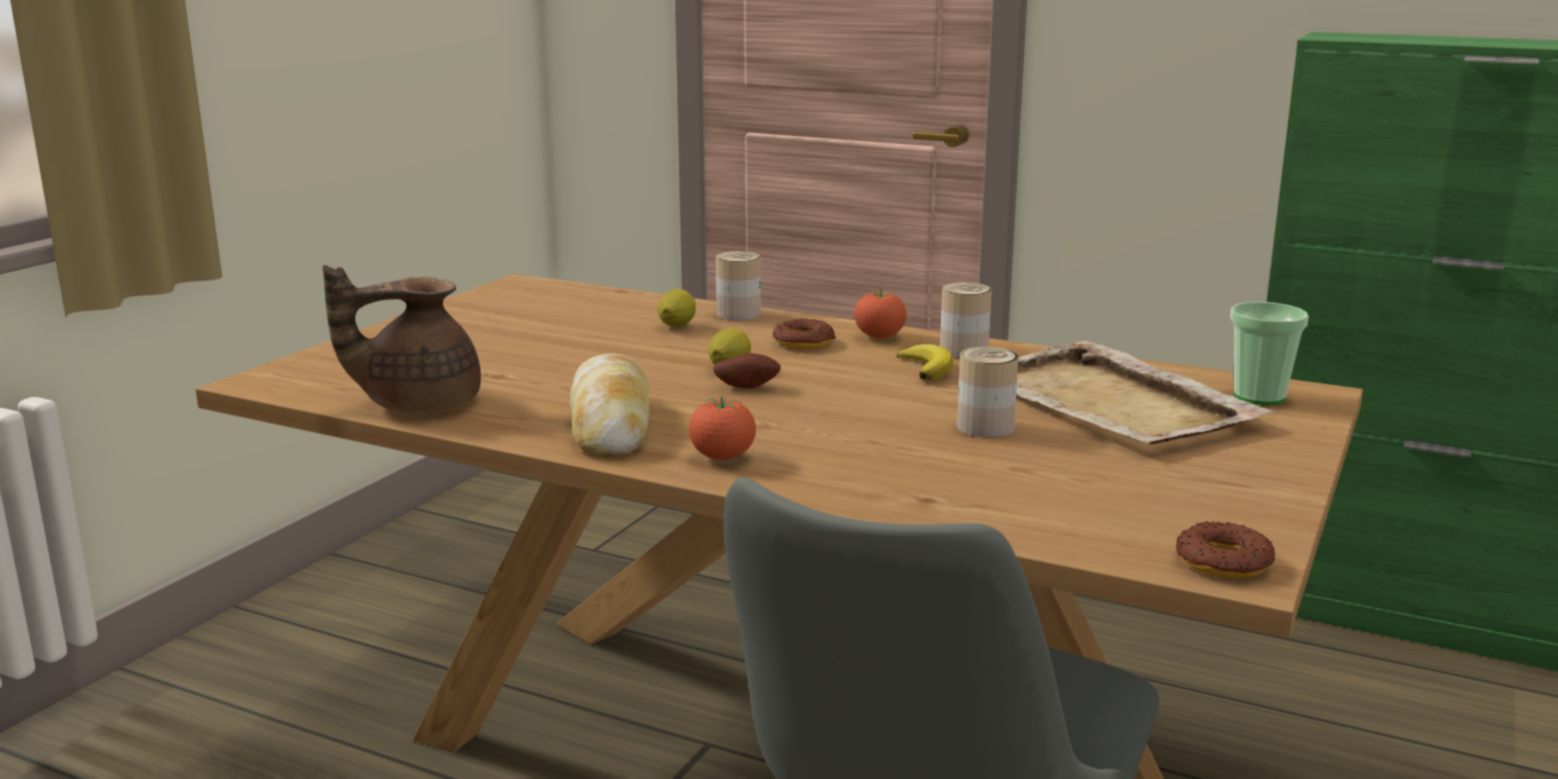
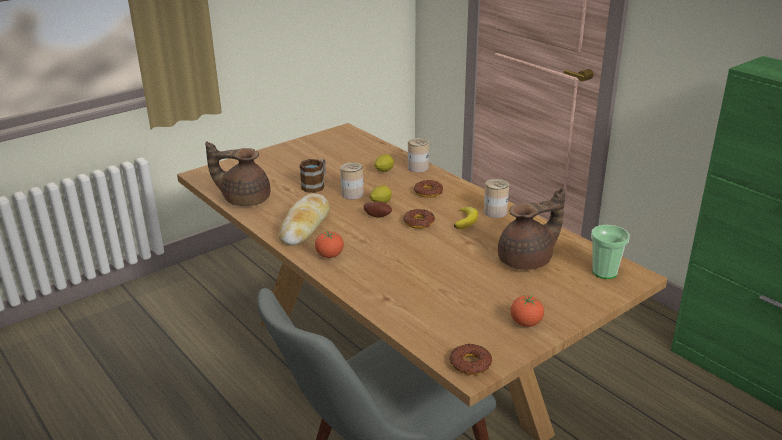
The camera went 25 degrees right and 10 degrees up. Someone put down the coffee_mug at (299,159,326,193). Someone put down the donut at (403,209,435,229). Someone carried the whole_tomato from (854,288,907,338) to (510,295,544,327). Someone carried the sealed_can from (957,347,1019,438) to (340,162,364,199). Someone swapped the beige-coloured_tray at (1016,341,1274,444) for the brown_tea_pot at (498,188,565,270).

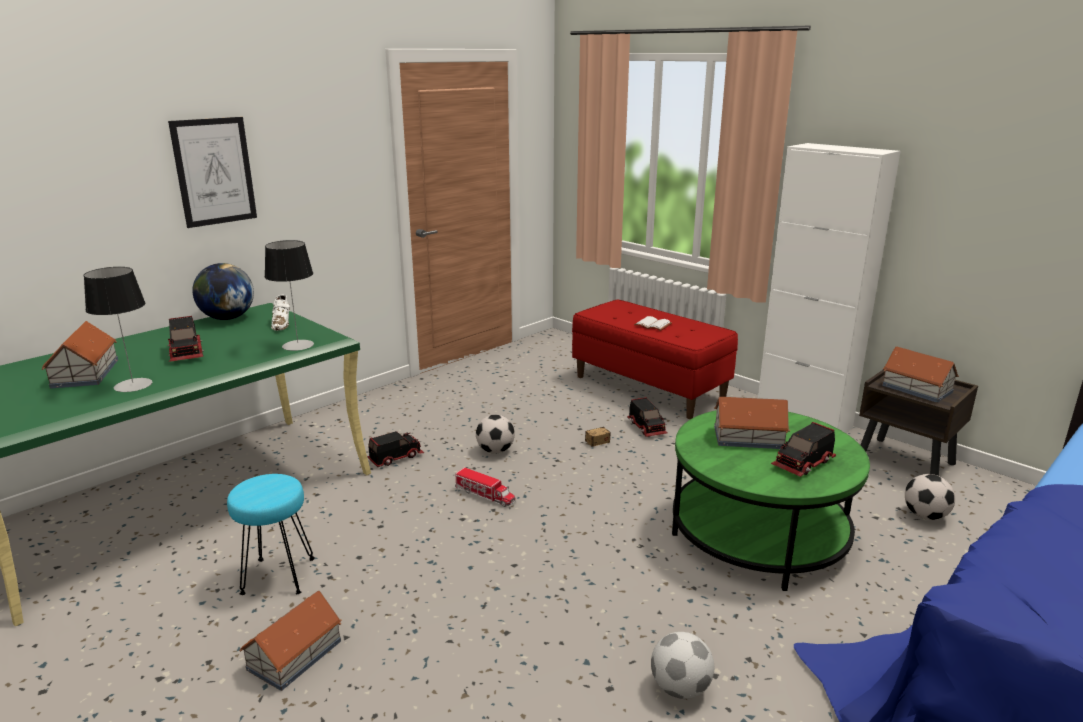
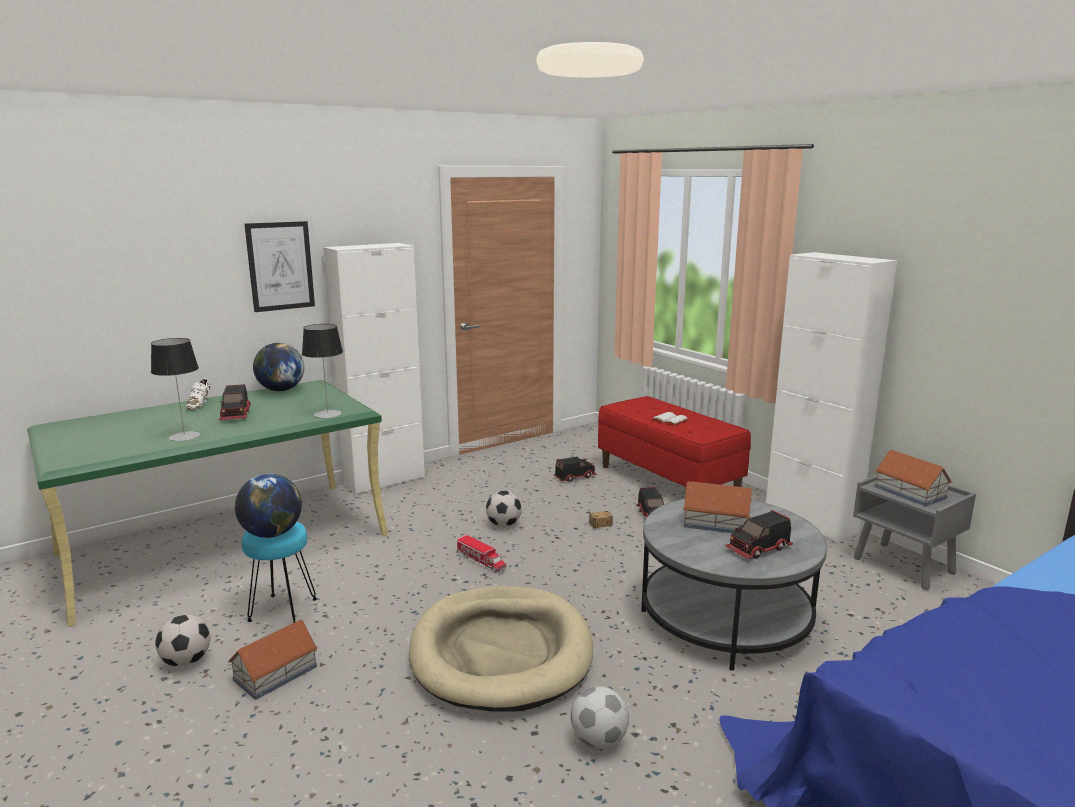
The camera went 10 degrees right and 5 degrees down. Someone took away the model_house at (42,321,118,389). Someone put down the desk_globe at (235,474,302,538). Someone put down the white_cabinet at (323,243,425,495). Someone put down the beige-coloured_dog_bed at (409,586,593,712). Someone carried the white_item_of_footwear from (271,295,290,331) to (186,379,210,410). Someone carried the toy_lorry from (367,431,424,467) to (554,456,597,482). Someone carried the football from (905,474,955,520) to (155,615,210,667). Someone repainted the green-coloured_low_table at (672,410,870,591), which became the gray_low_table at (641,499,827,670). Someone repainted the brown_night_table at (859,370,978,476), which became the gray_night_table at (853,475,976,590).

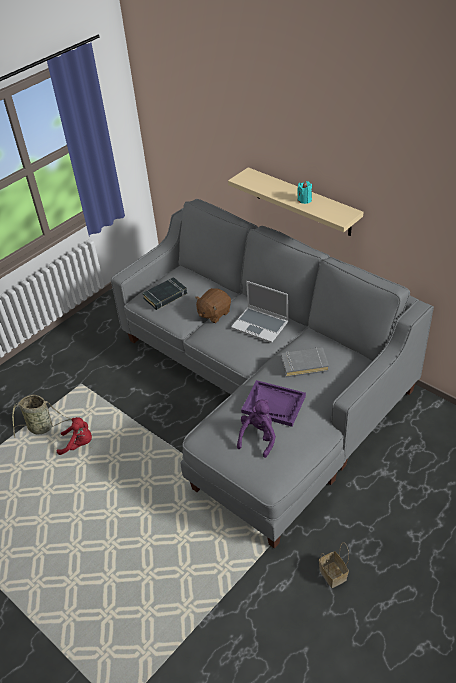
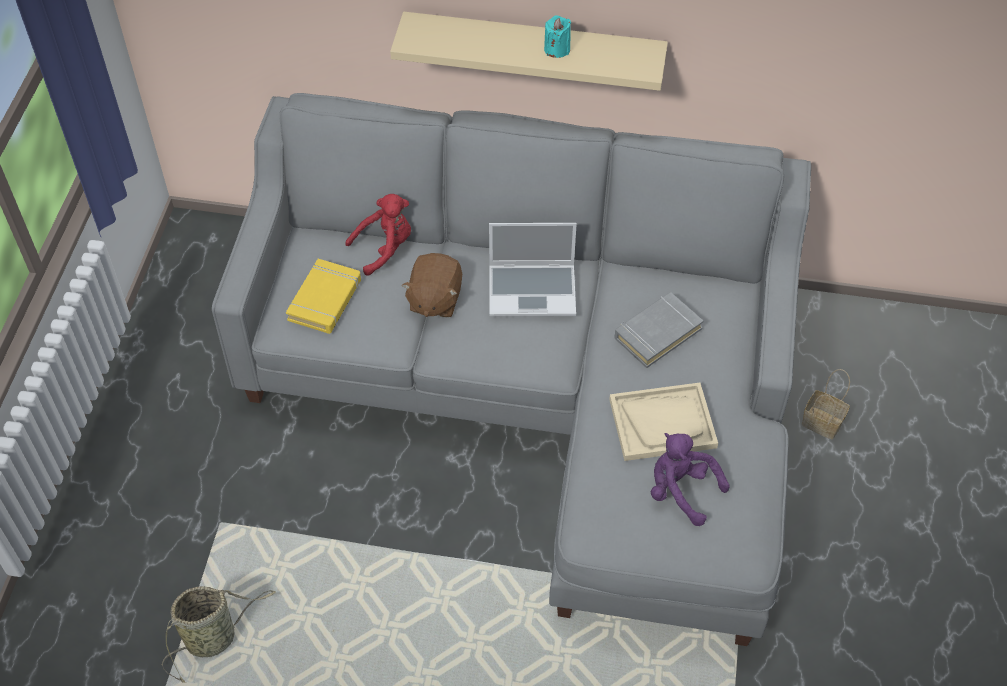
The camera went 35 degrees left and 10 degrees up. Someone carried the red_soft_toy from (56,417,92,455) to (345,194,411,276). Someone carried the basket from (319,542,349,588) to (802,369,850,439). Someone repainted the black_book at (142,277,187,310), which became the yellow_book at (286,259,361,334). Someone repainted the purple-coloured_tray at (241,380,306,427), which became the beige-coloured_tray at (609,383,718,461). Someone rotated the purple-coloured_soft_toy at (237,400,276,458) by 45 degrees counterclockwise.

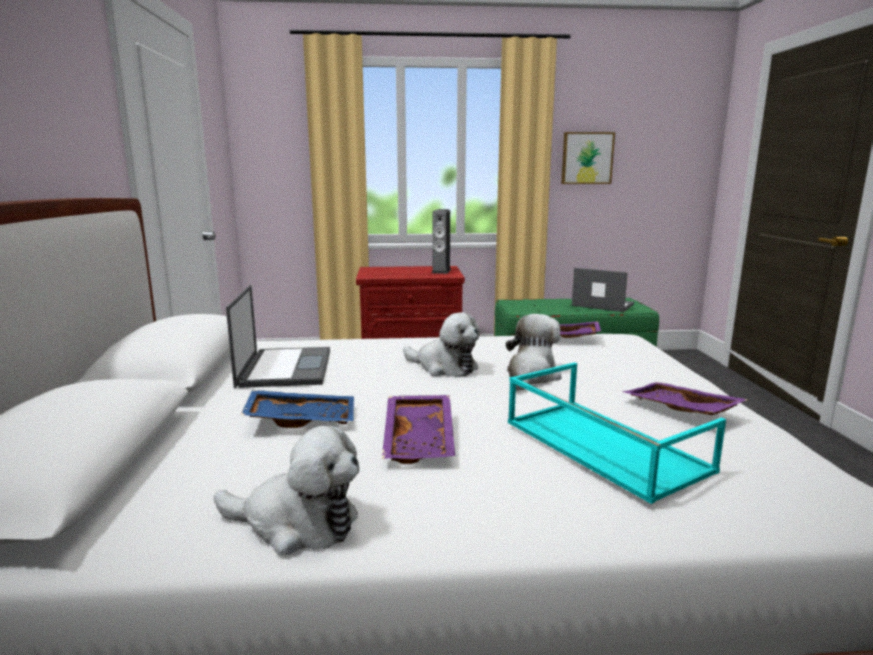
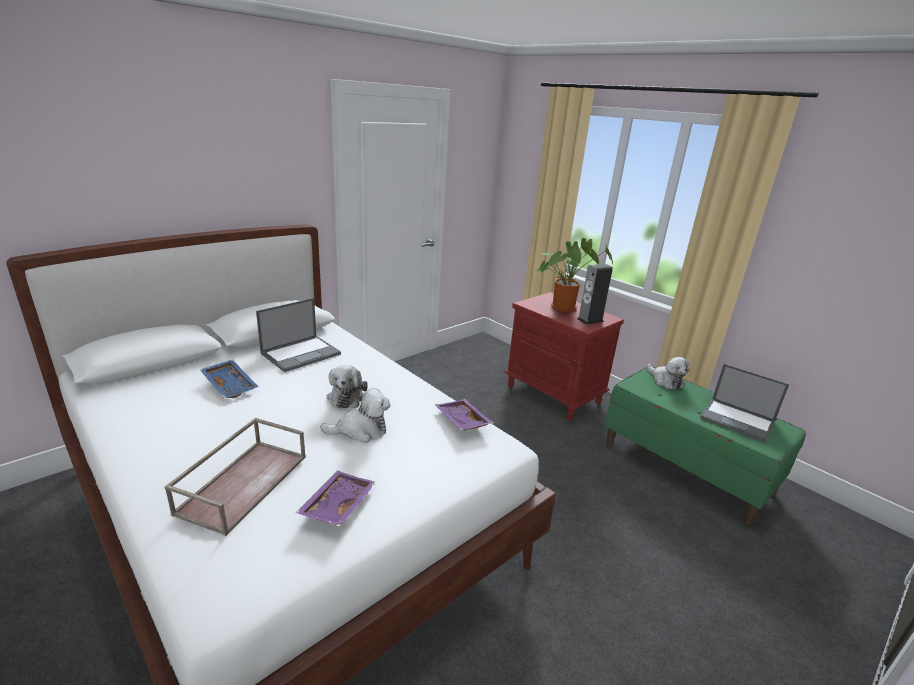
The camera went 50 degrees right and 10 degrees up. Someone took away the purple-coloured_tray at (382,395,455,464). Someone took away the wall_art at (561,132,615,184). Someone put down the houseplant at (535,238,613,312). Someone carried the soft_toy from (214,426,359,556) to (647,357,690,390). Someone repainted the blue-green_tray at (508,362,726,504), which became the brown_tray at (165,418,306,536). Someone rotated the notebook_computer at (572,268,634,312) by 135 degrees clockwise.

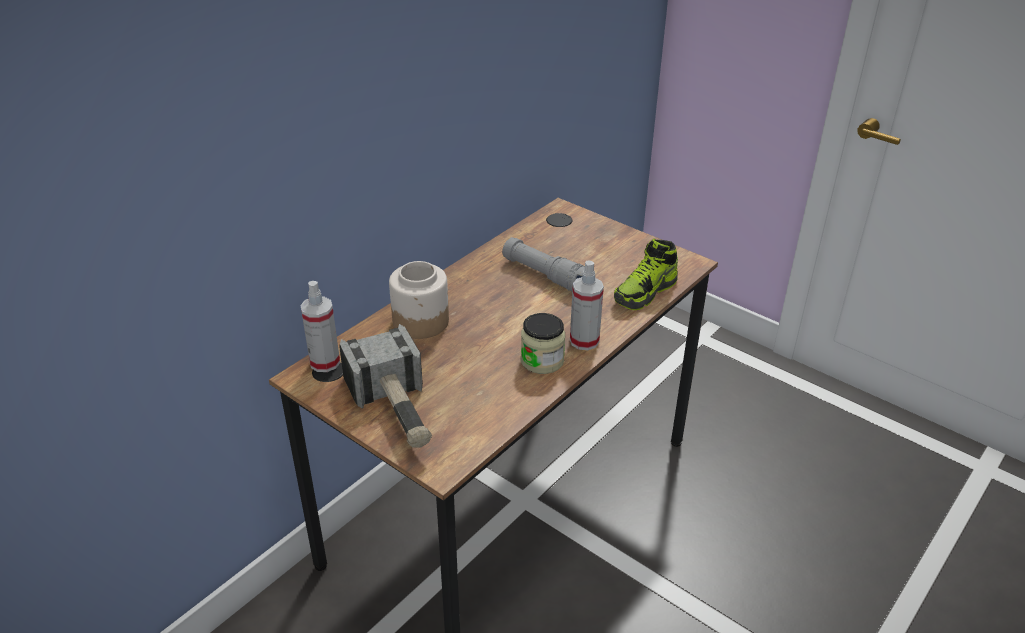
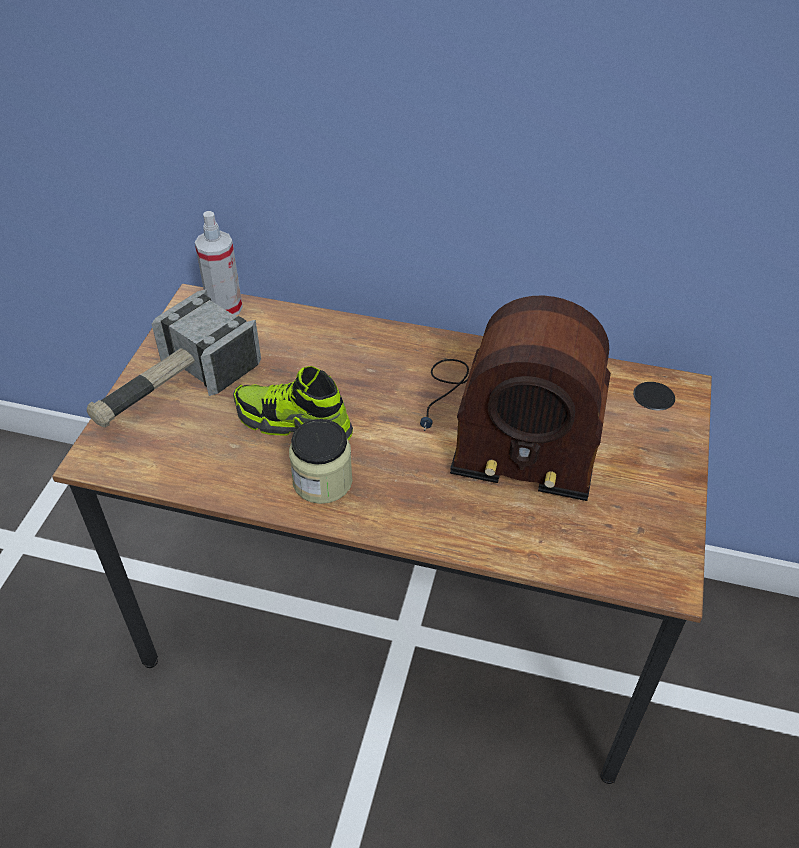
The camera went 65 degrees right and 10 degrees up. Someone took away the storage_jar at (389,261,449,339). Someone took away the hand_sprayer at (570,260,604,350). Someone carried the item_of_footwear from (614,239,678,310) to (233,366,353,441). Someone swapped the gray_torch at (502,237,585,292) for the radio at (420,296,611,501).

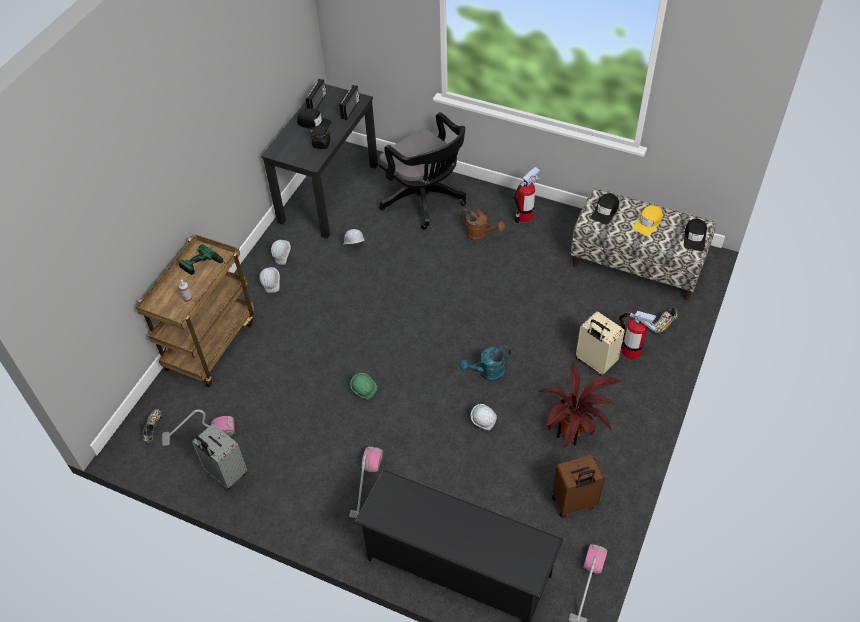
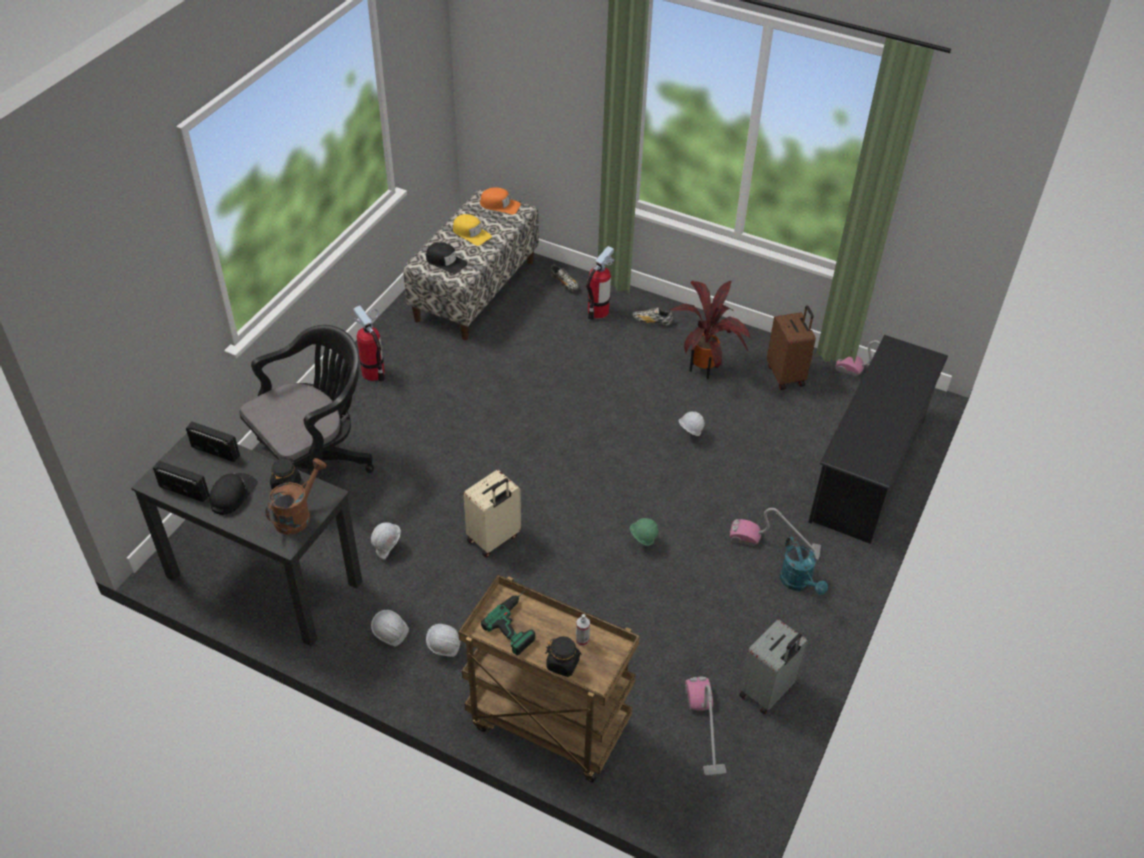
The camera went 90 degrees left and 5 degrees down. Someone put down the black_storage_jar at (545,636,582,677). Someone carried the item_of_footwear from (142,409,162,443) to (632,307,673,325). Someone carried the blue-green_sprinkling_can from (460,346,511,381) to (780,536,828,595). Someone carried the brown_sprinkling_can from (461,208,505,241) to (265,458,327,535). Someone carried the beige-coloured_travel_case from (576,311,625,376) to (463,470,521,557). Someone repainted the black_cap at (684,219,707,251), which became the orangey_cap at (480,187,521,214).

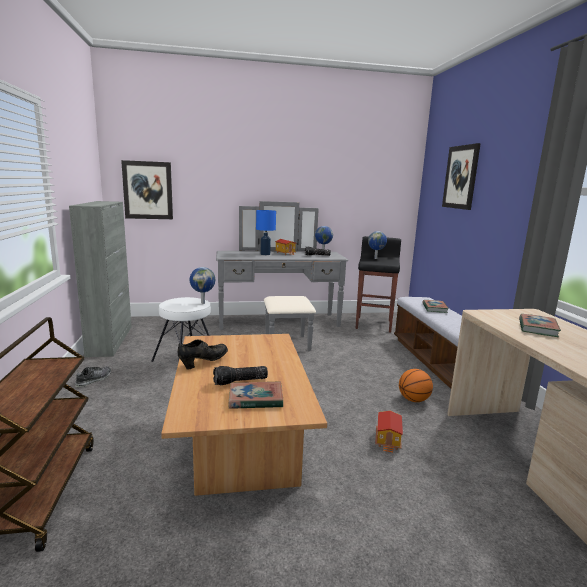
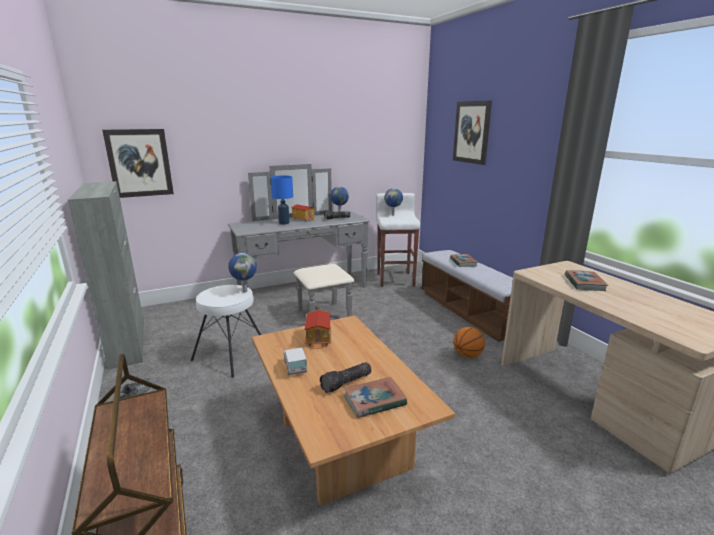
The camera went 15 degrees left and 5 degrees up. Someone carried the model_house from (375,411,403,452) to (305,310,331,349). Someone swapped the black_item_of_footwear at (177,340,228,370) for the toy_lorry at (284,348,307,375). Someone repainted the black_sitting_stool at (355,236,401,333), which became the white_sitting_stool at (376,193,420,287).

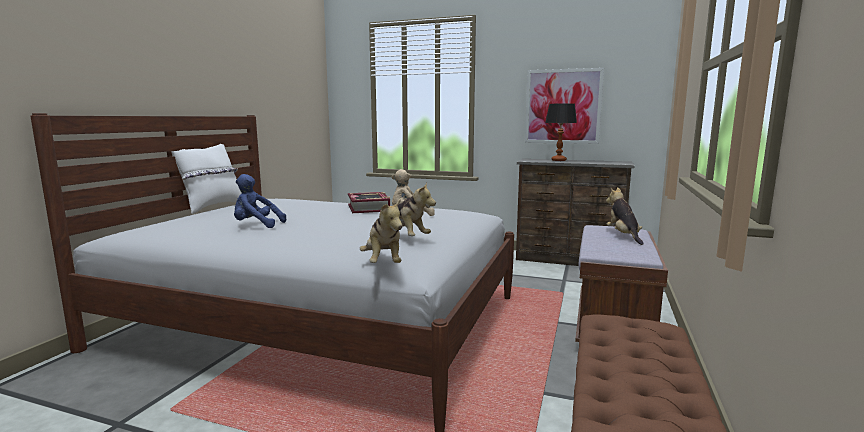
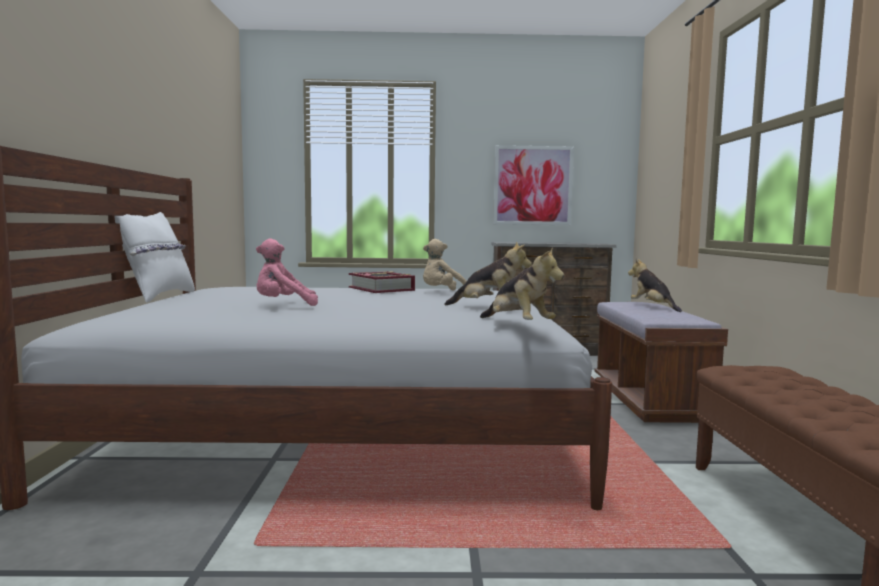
The camera went 20 degrees left and 5 degrees down. Someone took away the lamp_for_a_table at (545,103,577,161). Someone repainted the blue-coloured_soft_toy at (234,174,286,228), which became the pinkish_soft_toy at (256,238,318,306).

